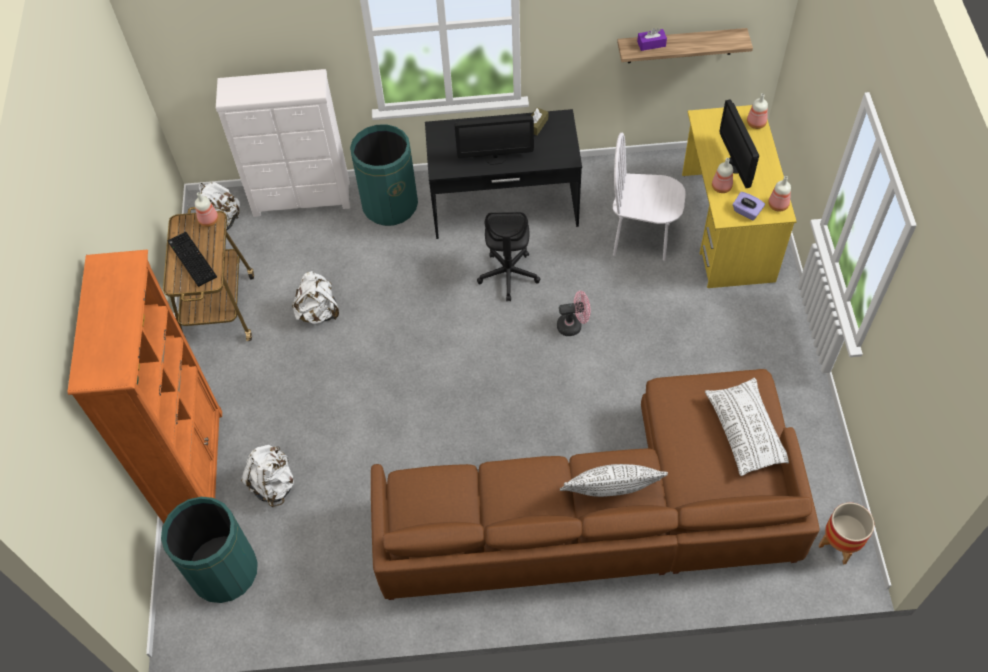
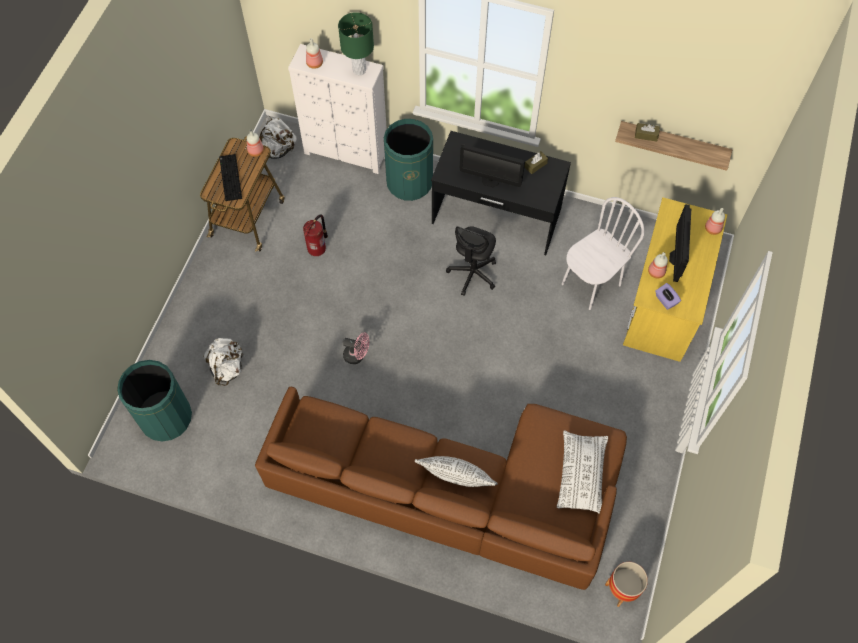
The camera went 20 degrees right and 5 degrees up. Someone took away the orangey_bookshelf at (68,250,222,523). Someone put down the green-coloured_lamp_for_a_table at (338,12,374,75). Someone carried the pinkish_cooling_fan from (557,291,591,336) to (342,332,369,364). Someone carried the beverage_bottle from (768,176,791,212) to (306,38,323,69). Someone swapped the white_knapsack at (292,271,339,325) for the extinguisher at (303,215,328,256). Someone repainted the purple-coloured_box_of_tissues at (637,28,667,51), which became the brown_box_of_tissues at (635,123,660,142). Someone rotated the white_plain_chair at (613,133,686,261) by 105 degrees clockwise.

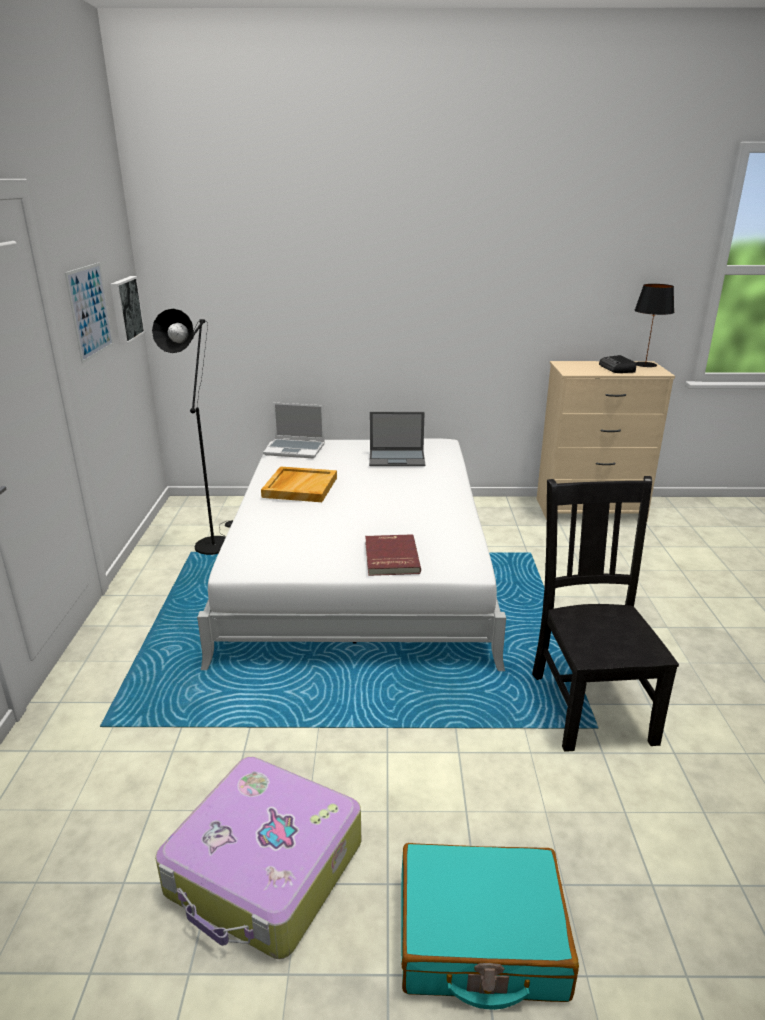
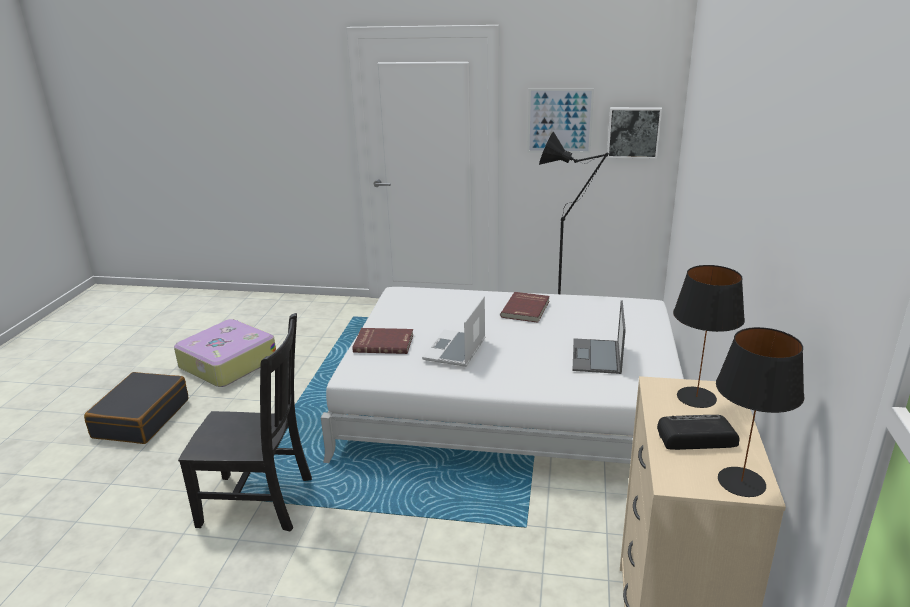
The camera went 100 degrees right and 0 degrees up. Someone put down the black_lamp_for_a_table at (673,265,745,408). Someone carried the notebook_computer from (263,402,325,458) to (422,296,485,367). Someone swapped the beige-coloured_tray at (261,466,337,502) for the red_book at (500,292,550,323). Someone repainted the blue-green_travel_case at (401,843,579,1010), which became the black_travel_case at (84,372,188,444).

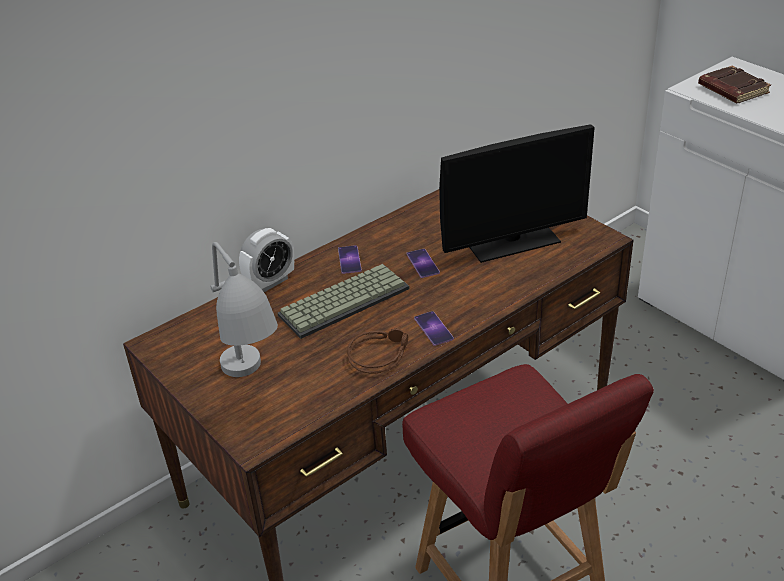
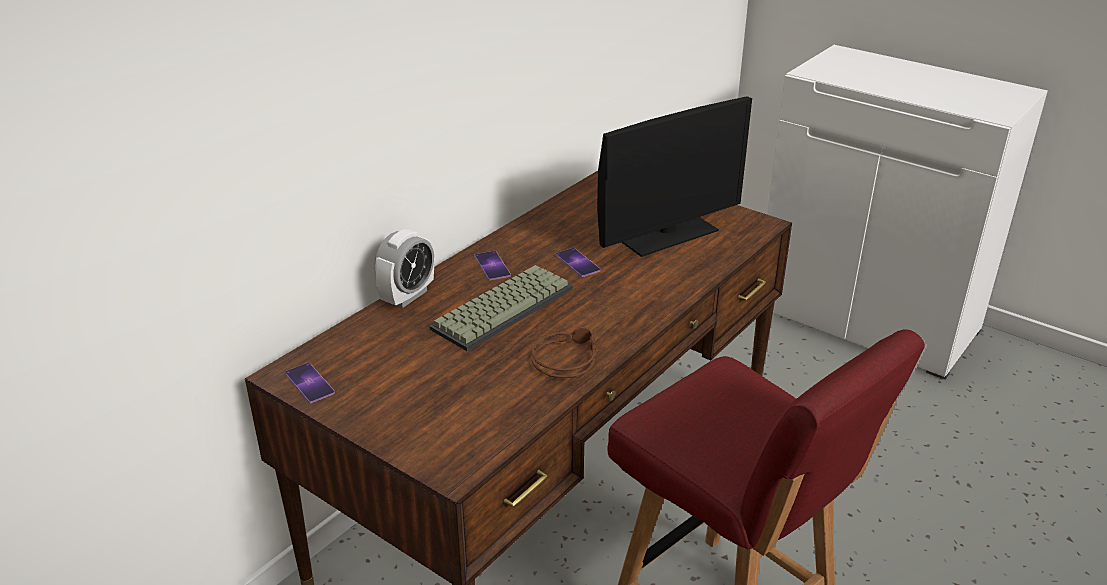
The camera went 15 degrees left and 5 degrees down. Someone took away the gray_lamp_for_a_table at (210,242,278,377). Someone took away the brown_book at (698,66,771,103). Someone carried the phone from (414,311,454,346) to (285,363,335,403).

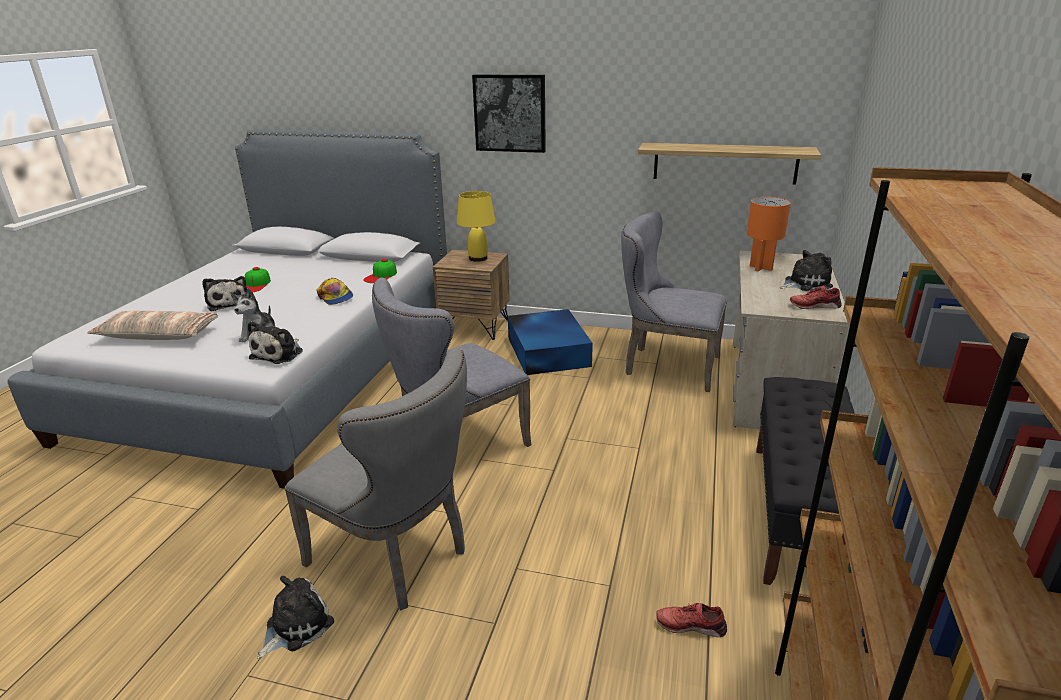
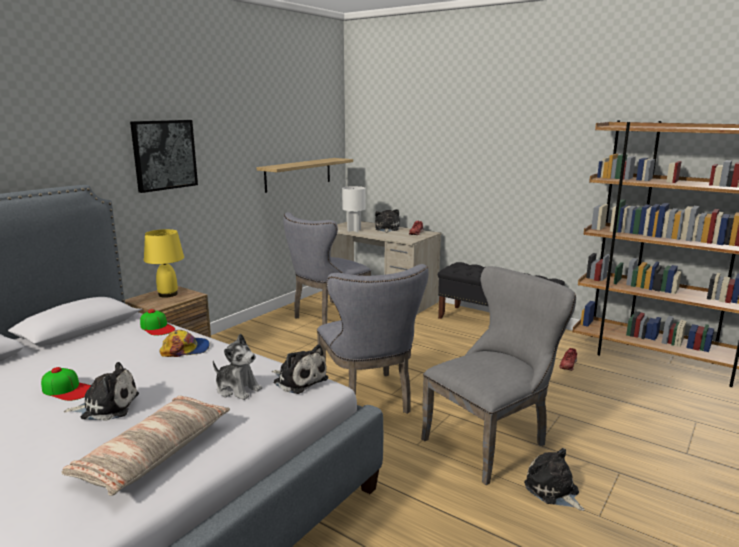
The camera went 70 degrees left and 10 degrees down. Someone took away the blue-coloured_storage_box at (508,309,593,375). Someone repainted the orangey_lamp_for_a_table at (747,197,791,271), which became the white_lamp_for_a_table at (342,186,366,232).

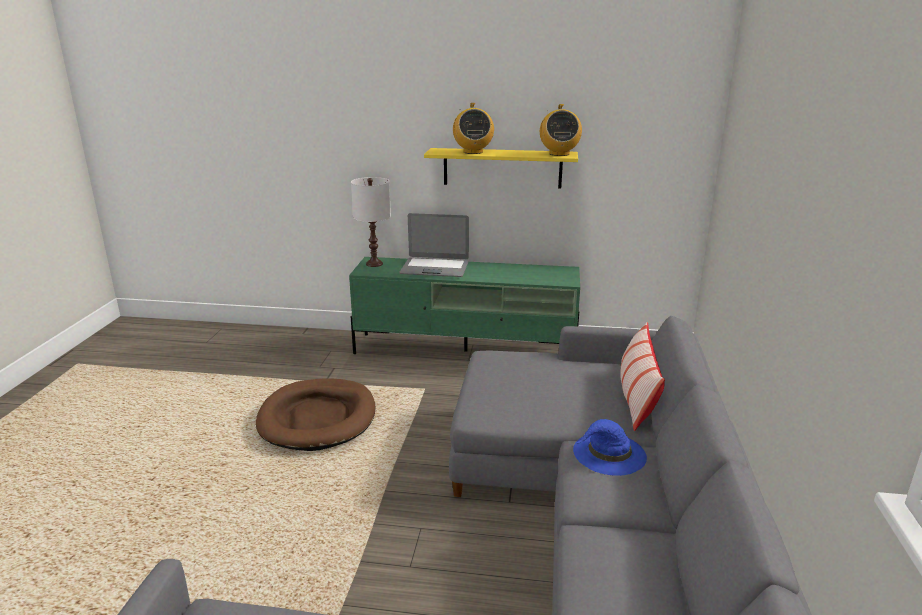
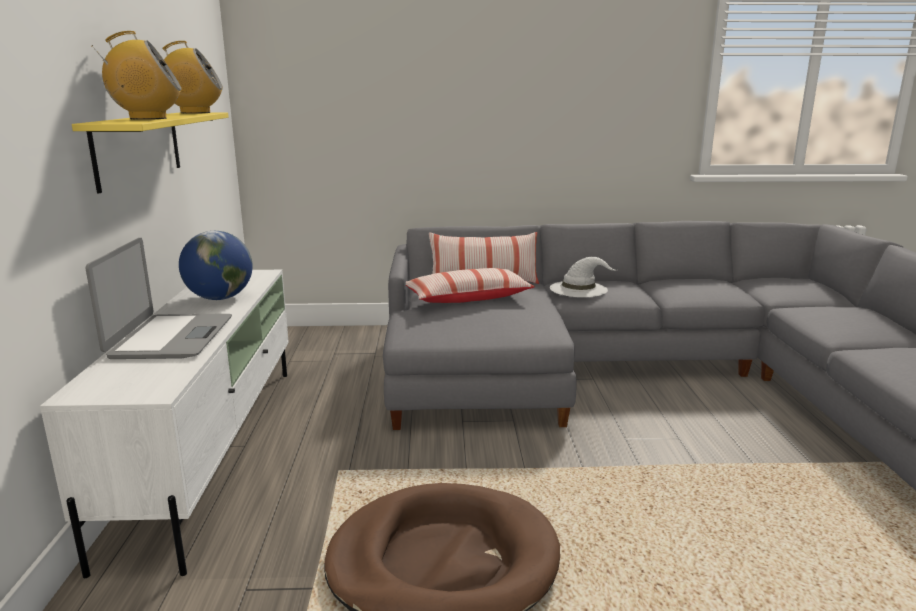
The camera went 100 degrees left and 5 degrees down. Someone took away the white_lamp_for_a_table at (351,177,391,267). Someone put down the desk_globe at (179,231,253,300). Someone put down the pillow at (406,268,535,303). Someone repainted the green-coloured_tv_unit at (349,257,580,354), which became the white_tv_unit at (40,270,289,578). Someone repainted the blue-coloured_clothing_hat at (573,419,647,476), which became the white_clothing_hat at (550,257,616,297).

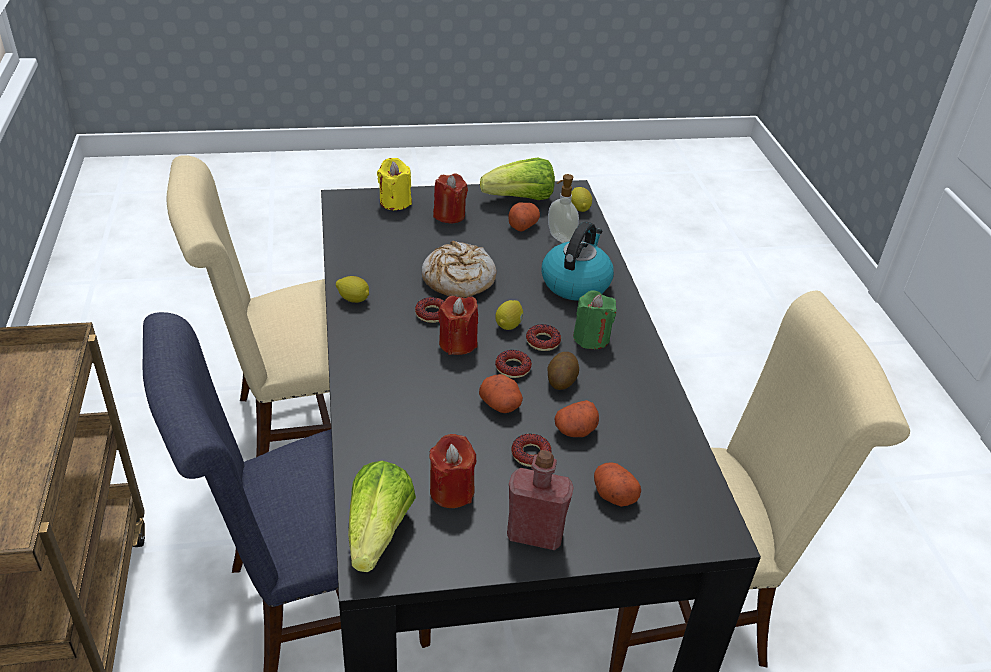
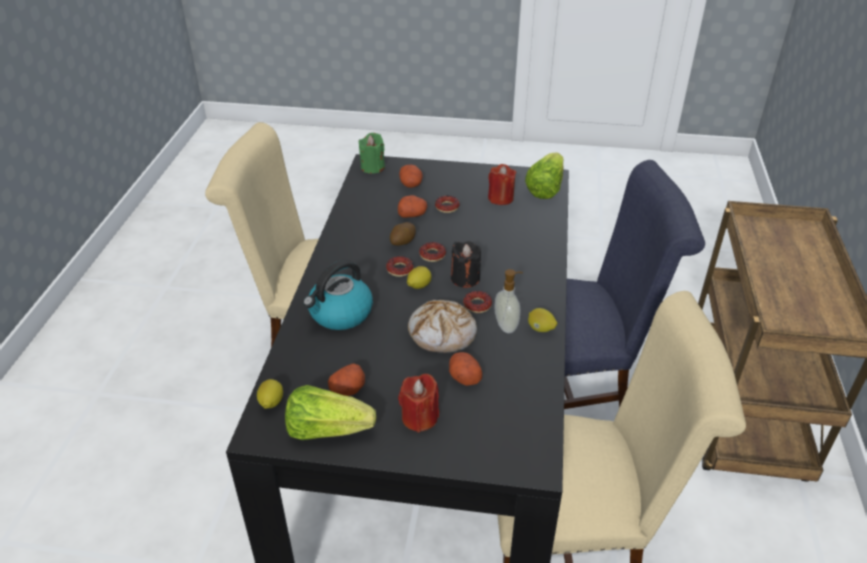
The camera went 160 degrees left and 0 degrees up. Someone took away the yellow_wax_light at (377,158,412,210). Someone took away the red_beverage_bottle at (507,450,573,550). Someone carried the spud from (479,374,523,413) to (449,352,482,386). Someone carried the soap_dispenser from (548,174,579,243) to (495,269,523,333). Someone carried the green-coloured_wax_light from (573,290,617,349) to (358,133,385,174). Someone repainted the red_wax_light at (438,296,478,355), which became the black_wax_light at (451,241,481,288).

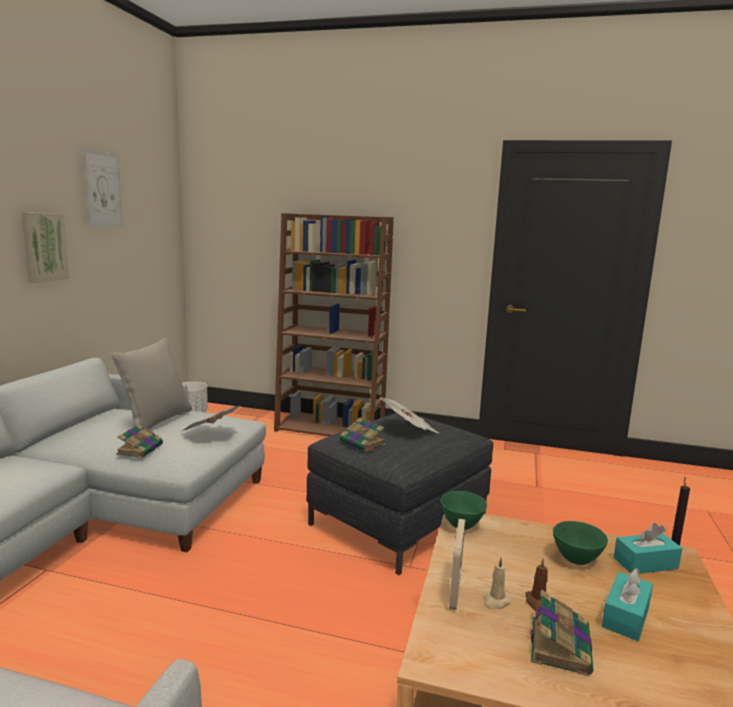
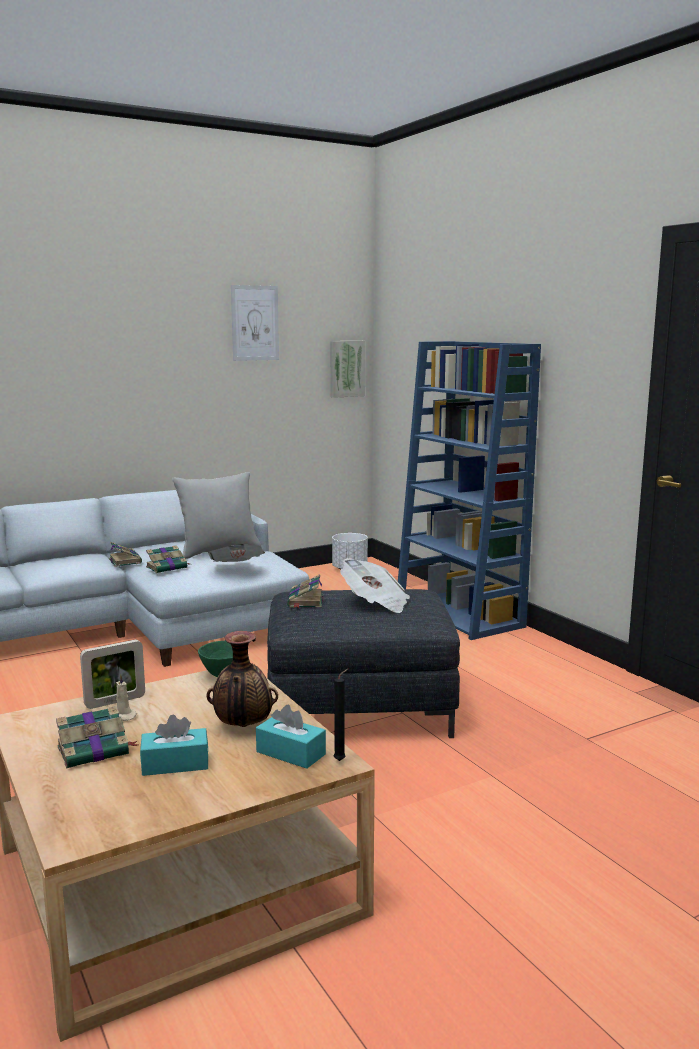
The camera went 45 degrees right and 0 degrees up. Someone took away the brown_wax_light at (525,558,548,611). Someone put down the book at (109,542,142,567). Someone carried the wall_art from (22,212,69,283) to (330,341,365,398). Someone swapped the green-coloured_bowl at (553,521,608,565) for the vase at (207,631,278,727). Someone repainted the brown_bookshelf at (274,213,394,436), which became the blue-coloured_bookshelf at (398,341,541,640).

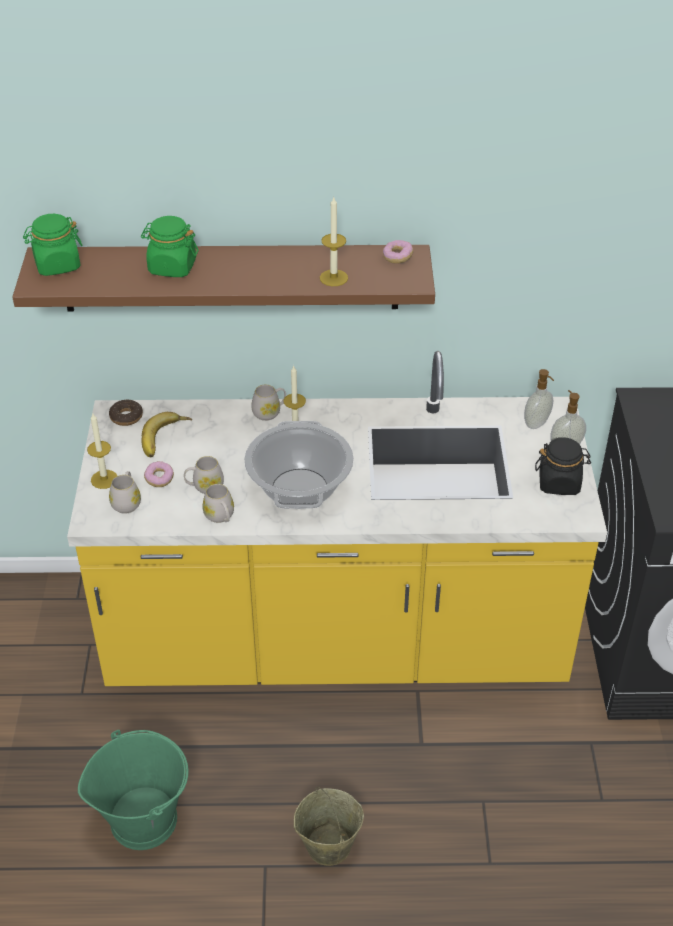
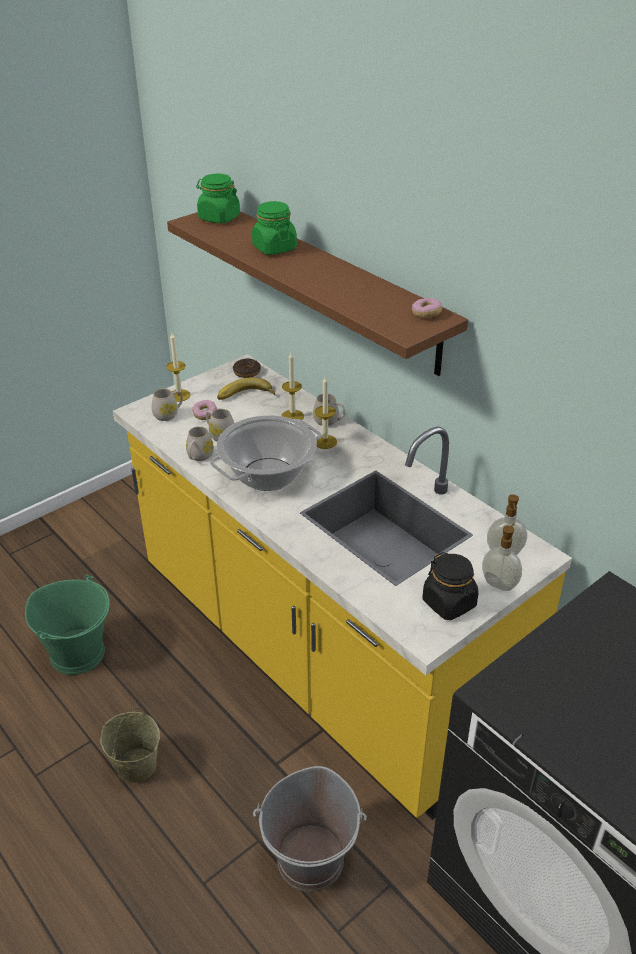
The camera went 50 degrees right and 5 degrees down. Someone put down the gray_pail at (253,766,367,892). Someone carried the wax_light from (320,197,348,286) to (282,352,304,420).

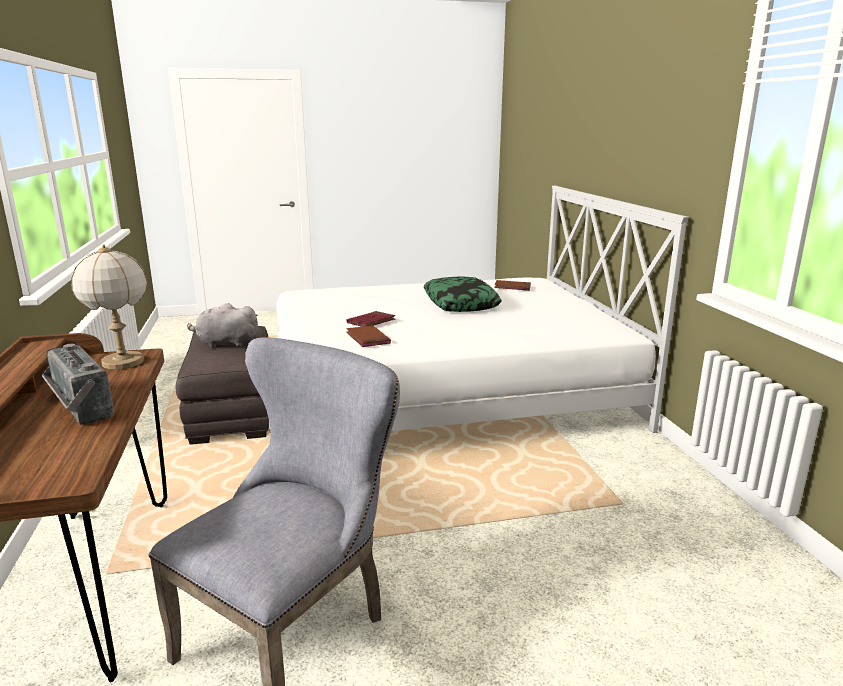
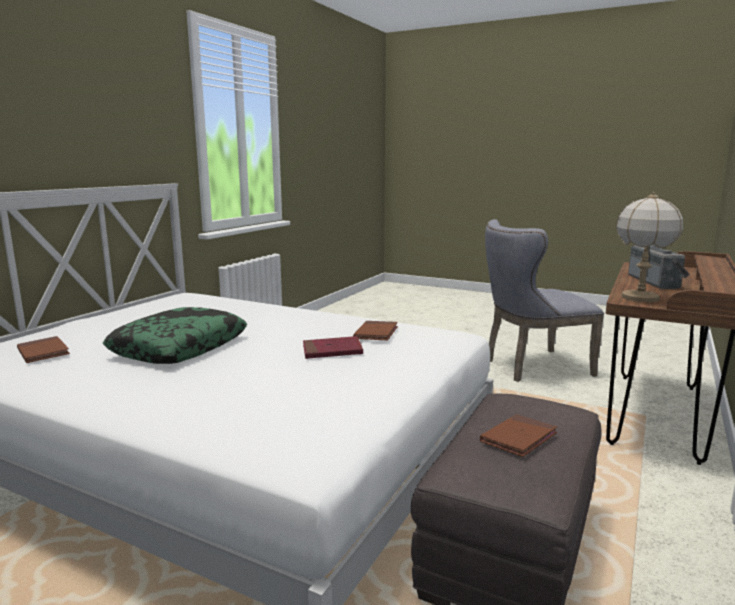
The camera went 140 degrees left and 5 degrees down. Someone swapped the gray_soft_toy at (187,303,258,348) for the brown_book at (480,414,557,457).

